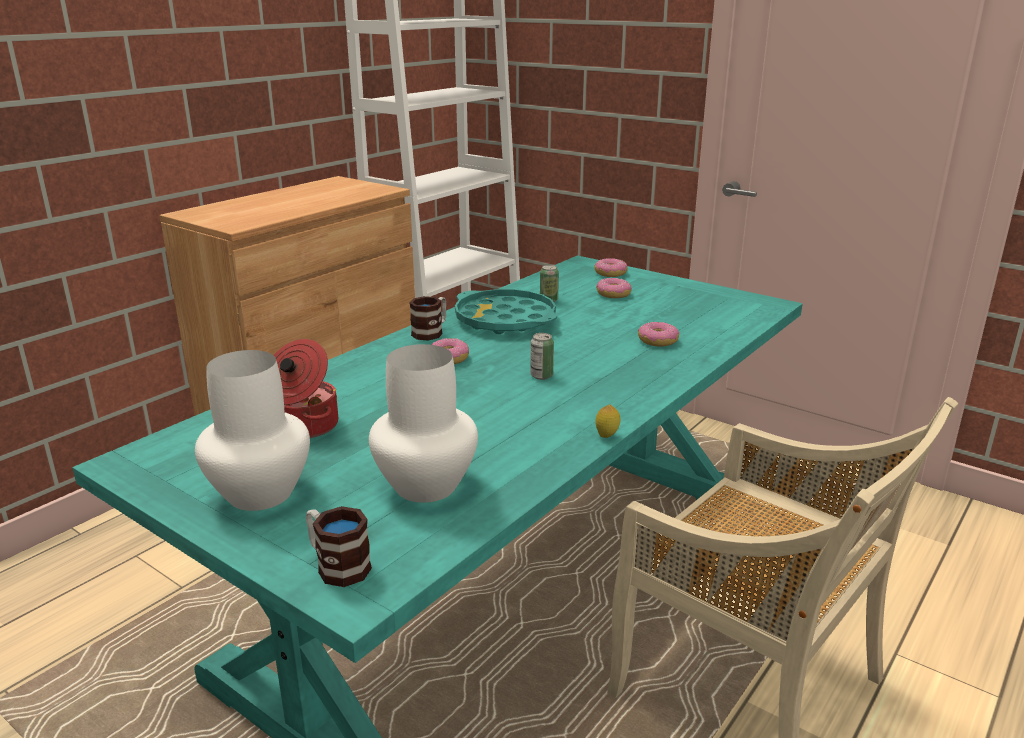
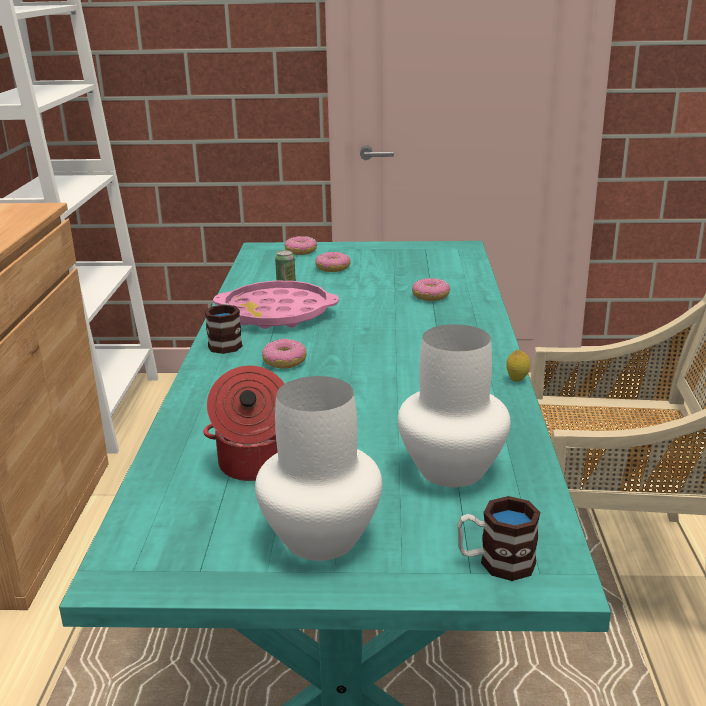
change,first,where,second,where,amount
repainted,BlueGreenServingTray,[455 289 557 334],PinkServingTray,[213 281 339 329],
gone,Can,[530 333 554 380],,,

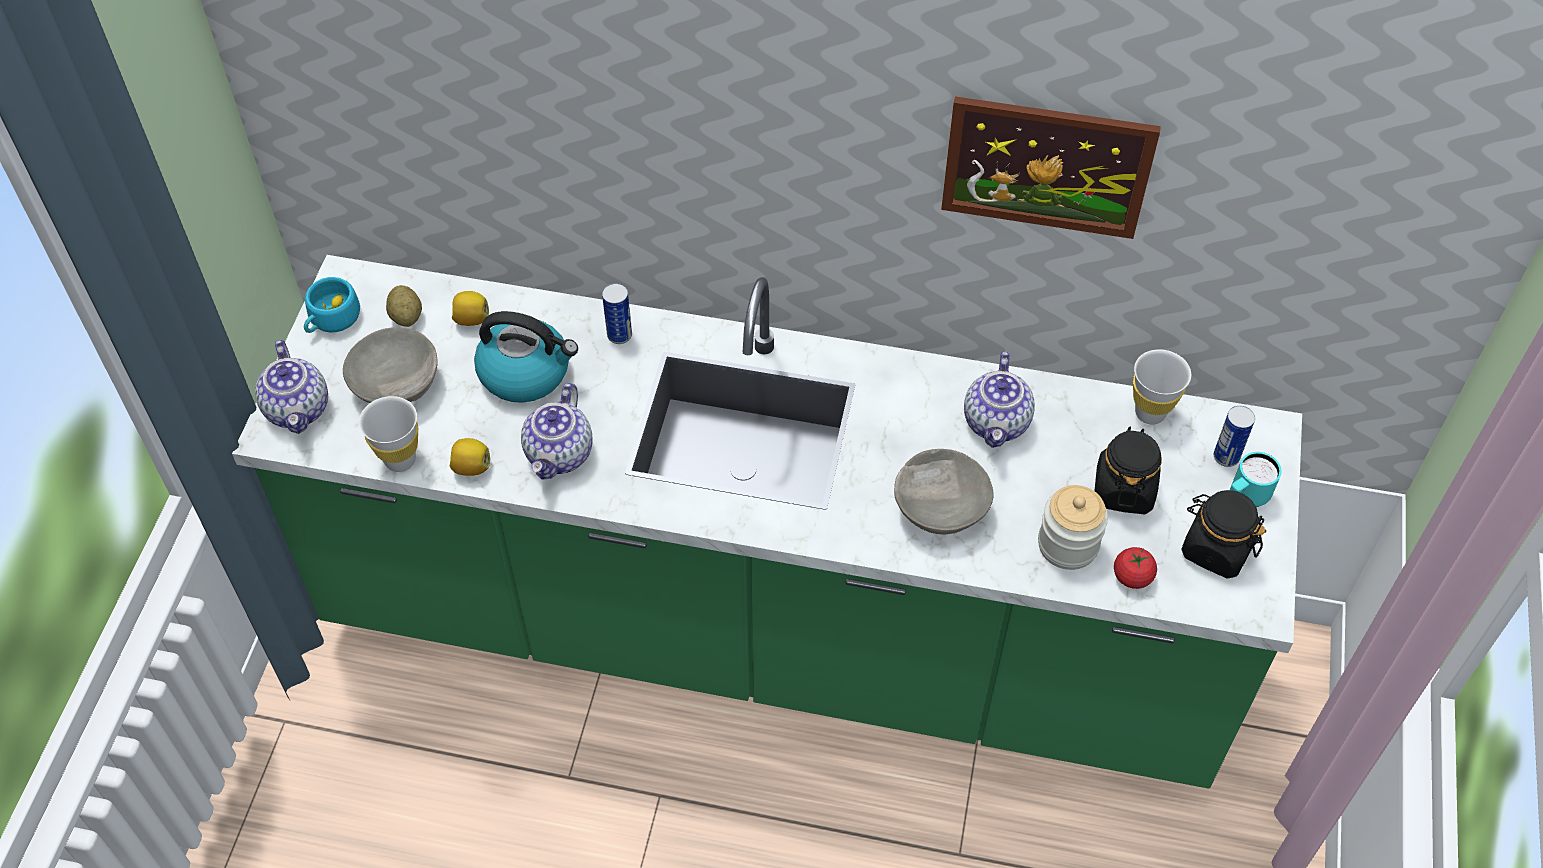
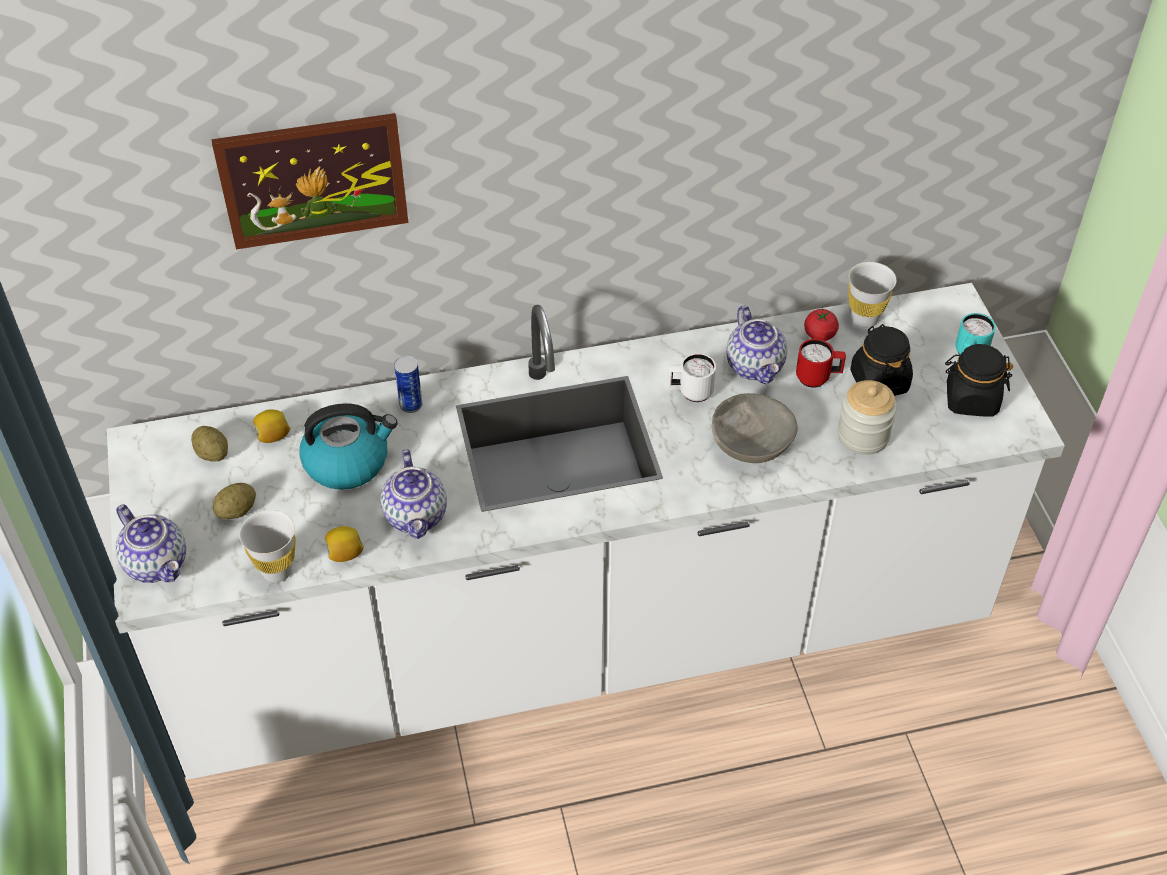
change,first,where,second,where,amount
repainted,GreenColouredCounter,[232 255 1302 789],WhitishCounter,[107 283 1065 780],
gone,BlueGreenDrinkingCup,[304 277 360 333],,,
swapped,GreyBowl,[343 327 438 403],Potato,[213 483 256 519],
shifted,WallArt,[941 96 1161 239],,[211 113 408 249],
shifted,FreshTomato,[1114 547 1157 589],,[804 308 839 341],
gone,Can,[1214 406 1255 467],,,
new,,,WhitishMug,[668 353 716 402],
new,,,RedColouredMug,[796 339 846 388],

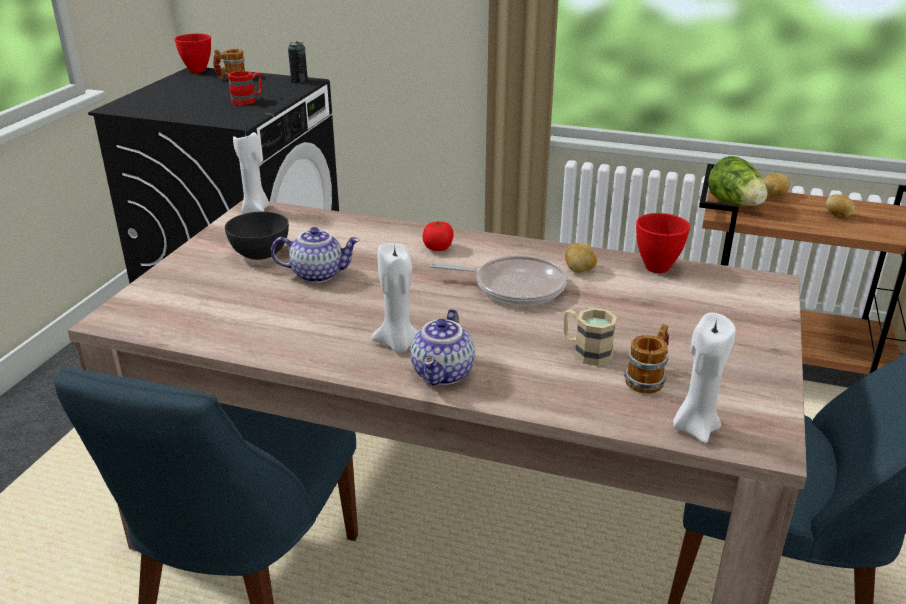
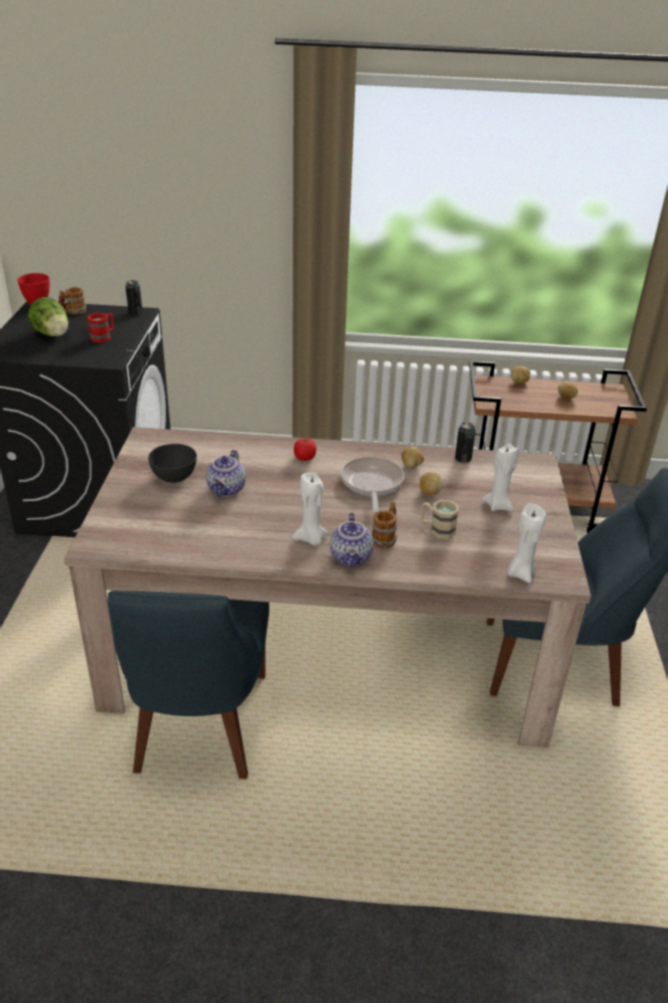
change,first,where,second,where,amount
shifted,WhitishWaxLight,[233 132 269 214],,[482 443 519 511],
rotated,PotForTea,[271 227 360 283],,[206 450 246 497],120 degrees clockwise
rotated,Pan,[429 255 567 306],,[341 457 404 513],90 degrees counterclockwise
shifted,Mug,[624 324 669 394],,[371 502 398 548],
swapped,RedColouredBowl,[636 213 690 273],Can,[455 422 476 463],
shifted,HeadOfLettuce,[708 156 767 206],,[28 297 69 336],
new,,,Potato,[420 472 443 495],

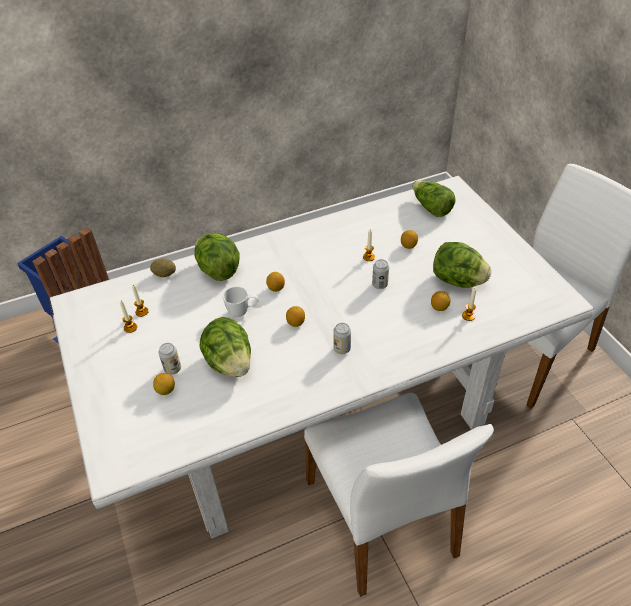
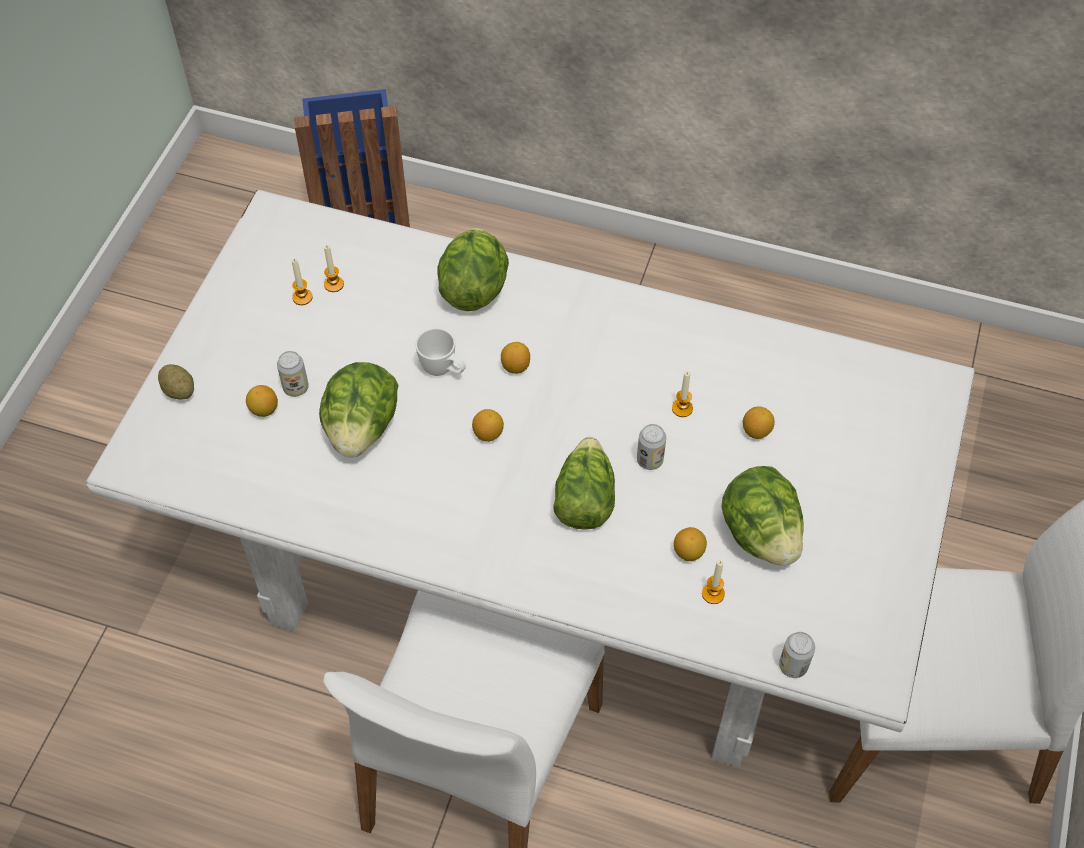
change,first,where,second,where,amount
shifted,Potato,[150 259 176 277],,[158 364 194 400],
shifted,Can,[333 323 351 354],,[779 632 815 678],
shifted,HeadOfLettuce,[412 181 456 217],,[553 437 615 530],

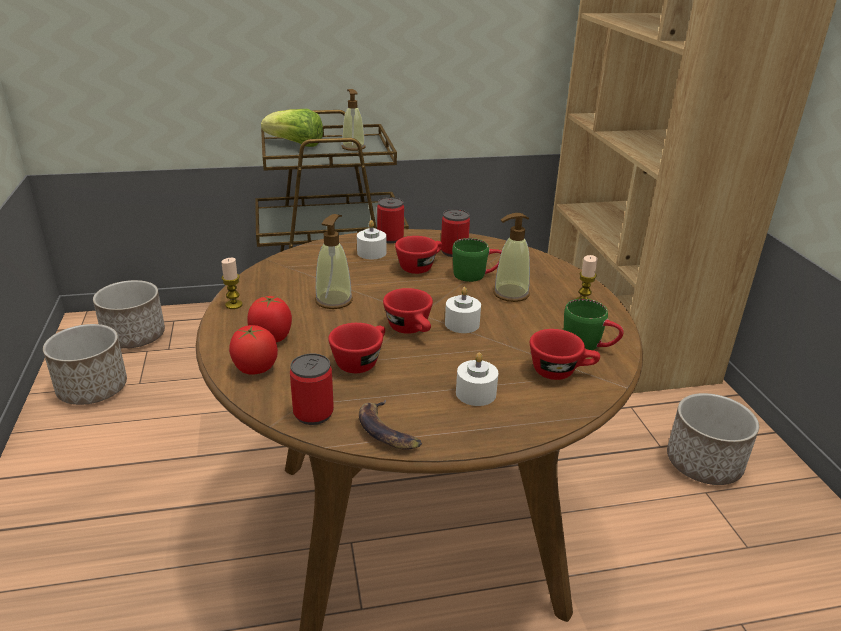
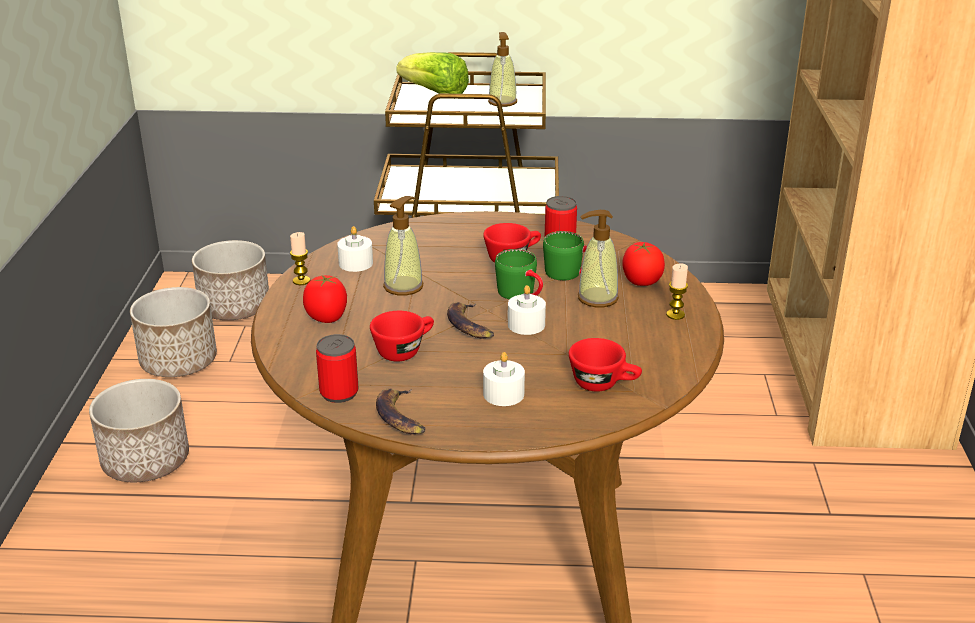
change,first,where,second,where,amount
shifted,FreshTomato,[229 325 278 375],,[623 242 665 286],
shifted,WhitishWaxLight,[357 220 386 259],,[337 226 373 272],
gone,Can,[377 197 404 244],,,
swapped,RedColouredDrinkingCup,[383 288 433 334],BananaFruit,[447 302 494 339],
shifted,GreenColouredMug,[564 299 624 350],,[495 249 543 299],
shifted,Planter,[667 393 759 485],,[89 379 189 482],

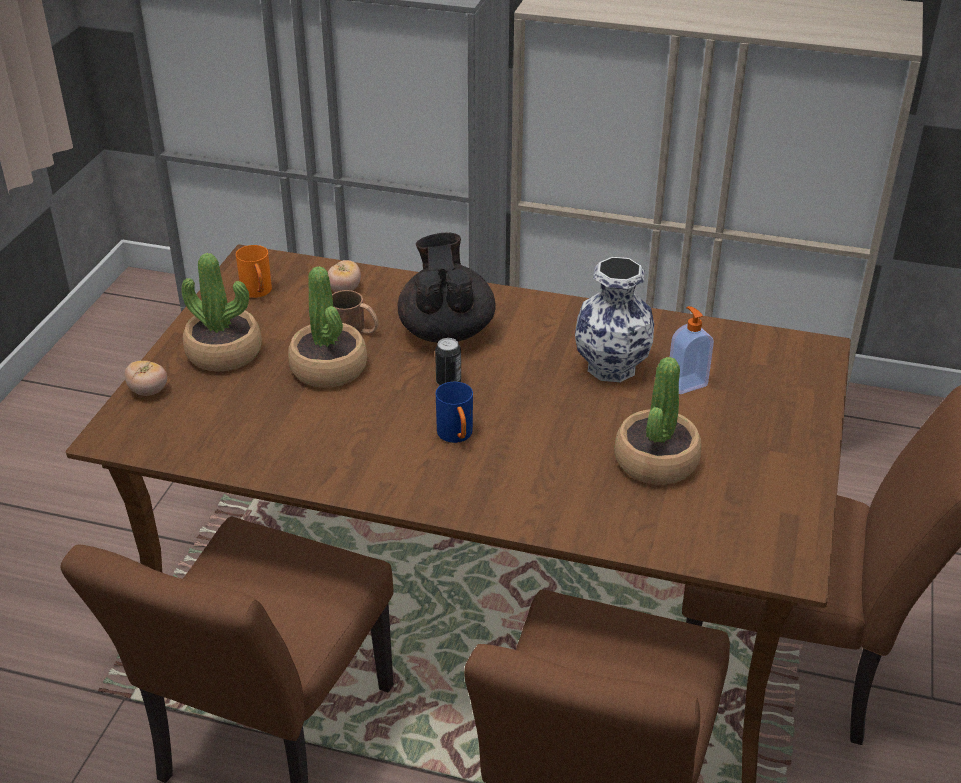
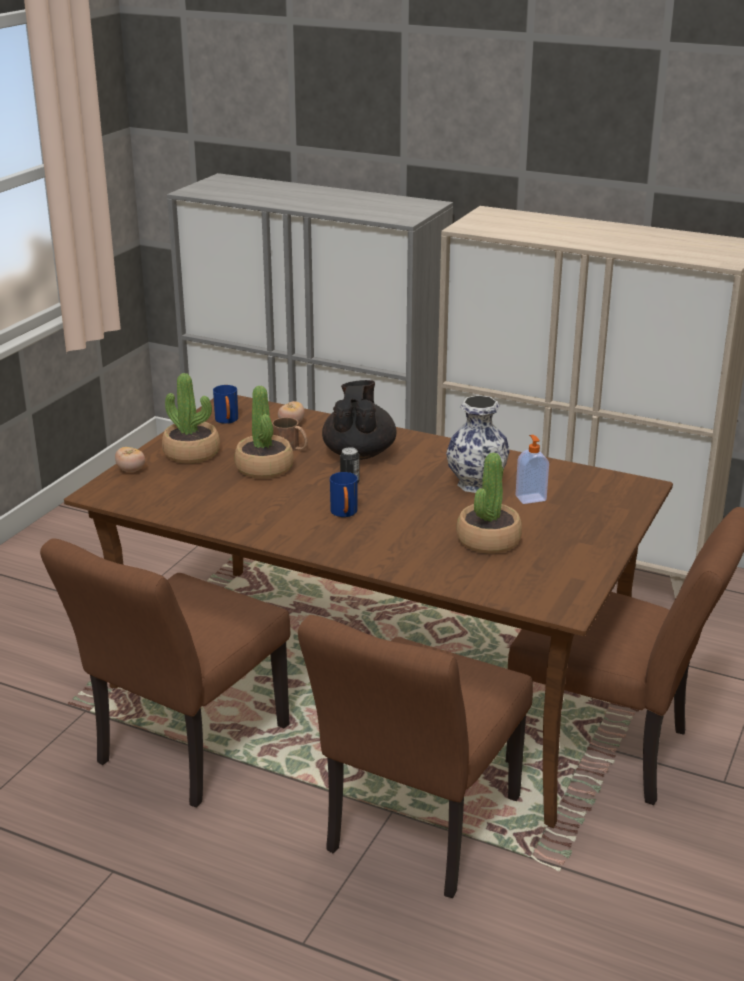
change,first,where,second,where,amount
repainted,OrangeyMug,[236 245 272 298],BluishMug,[213 385 238 424],

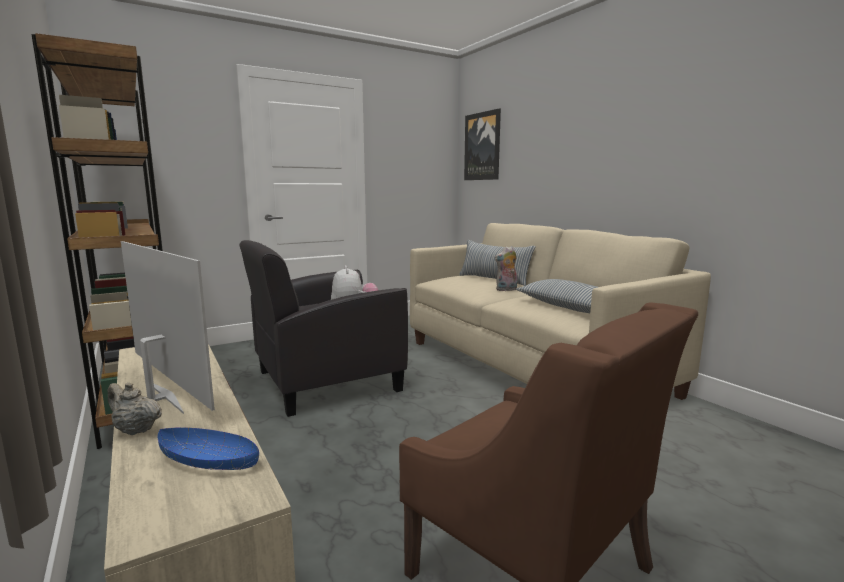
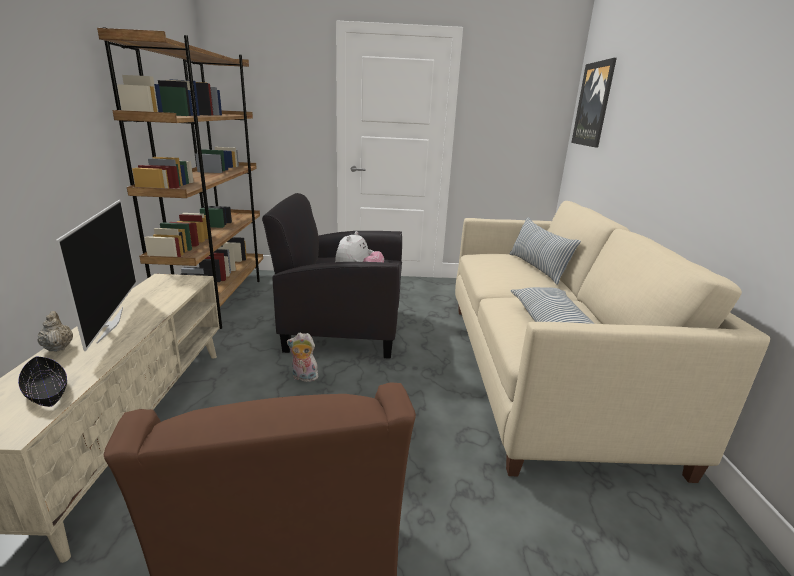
change,first,where,second,where,amount
repainted,BluishBowl,[157 428 259 470],BlackishBowl,[18 356 67 407],
shifted,SoftToy,[495 246 518 291],,[287 333 318 382],

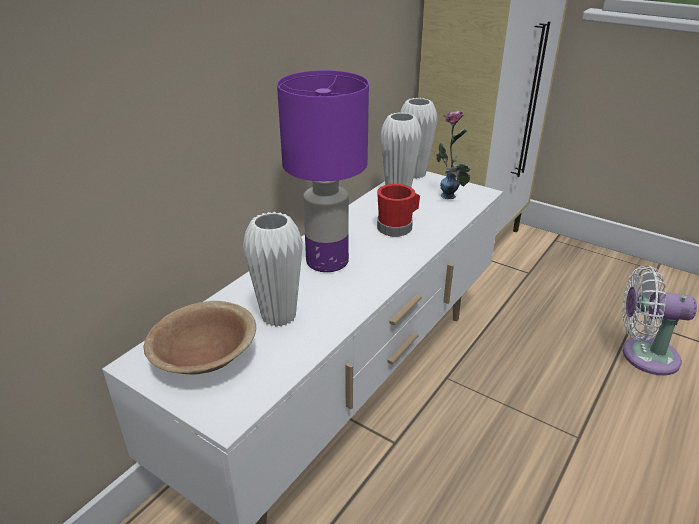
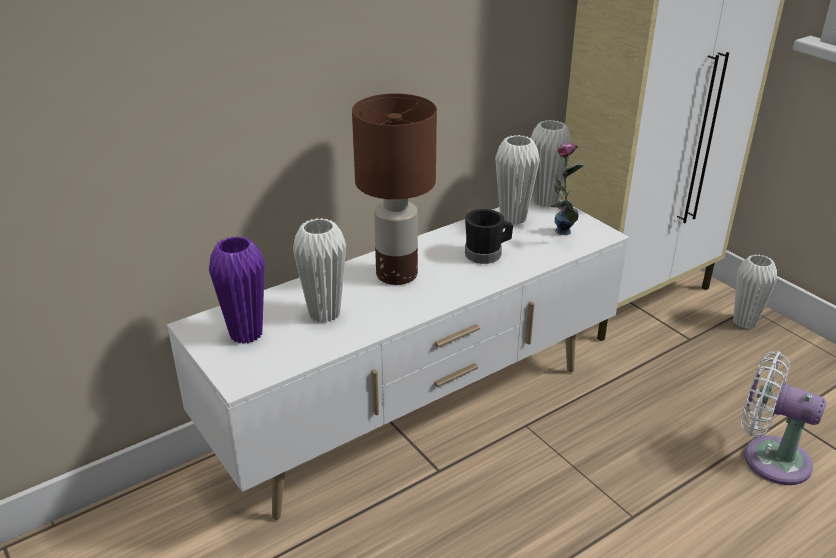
change,first,where,second,where,amount
swapped,BrownishBowl,[143 301 256 374],PurpleFlowerVase,[209 236 265 344],
repainted,PurpleLampForATable,[277 70 369 272],BrownishLampForATable,[352 93 437 285],
repainted,RedColouredMug,[377 184 420 237],BlackishMug,[465 209 513 264],
new,,,WhitishFlowerVase,[733 255 777 329],

